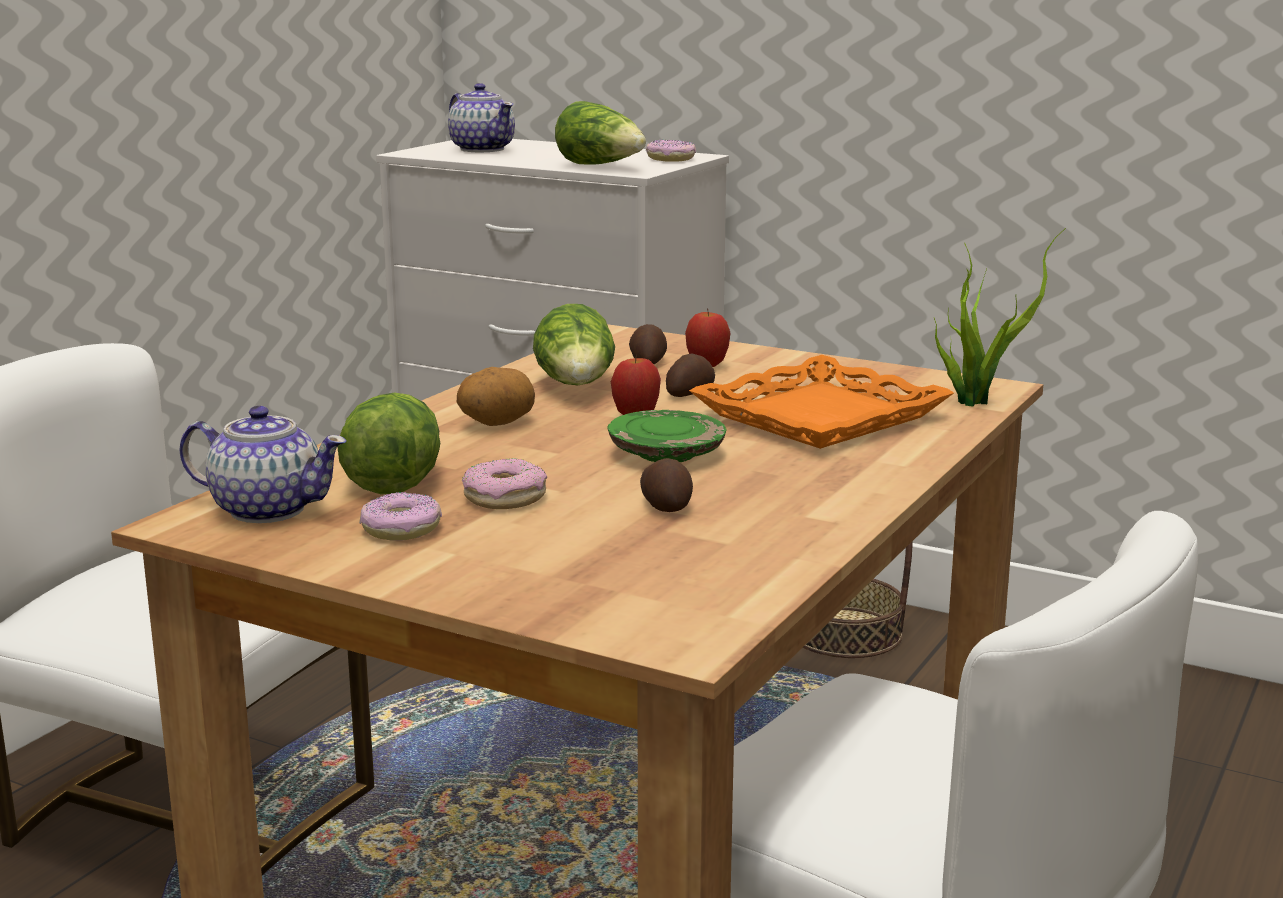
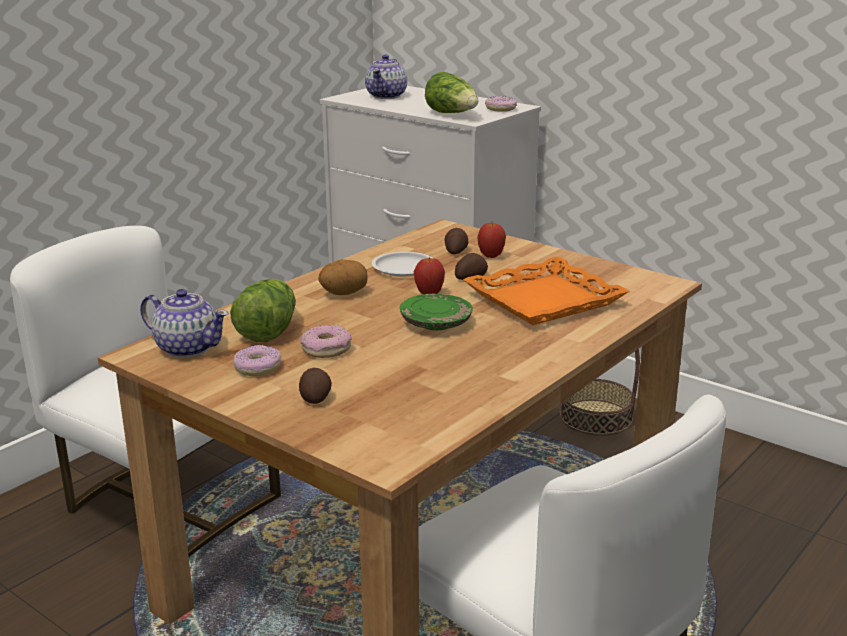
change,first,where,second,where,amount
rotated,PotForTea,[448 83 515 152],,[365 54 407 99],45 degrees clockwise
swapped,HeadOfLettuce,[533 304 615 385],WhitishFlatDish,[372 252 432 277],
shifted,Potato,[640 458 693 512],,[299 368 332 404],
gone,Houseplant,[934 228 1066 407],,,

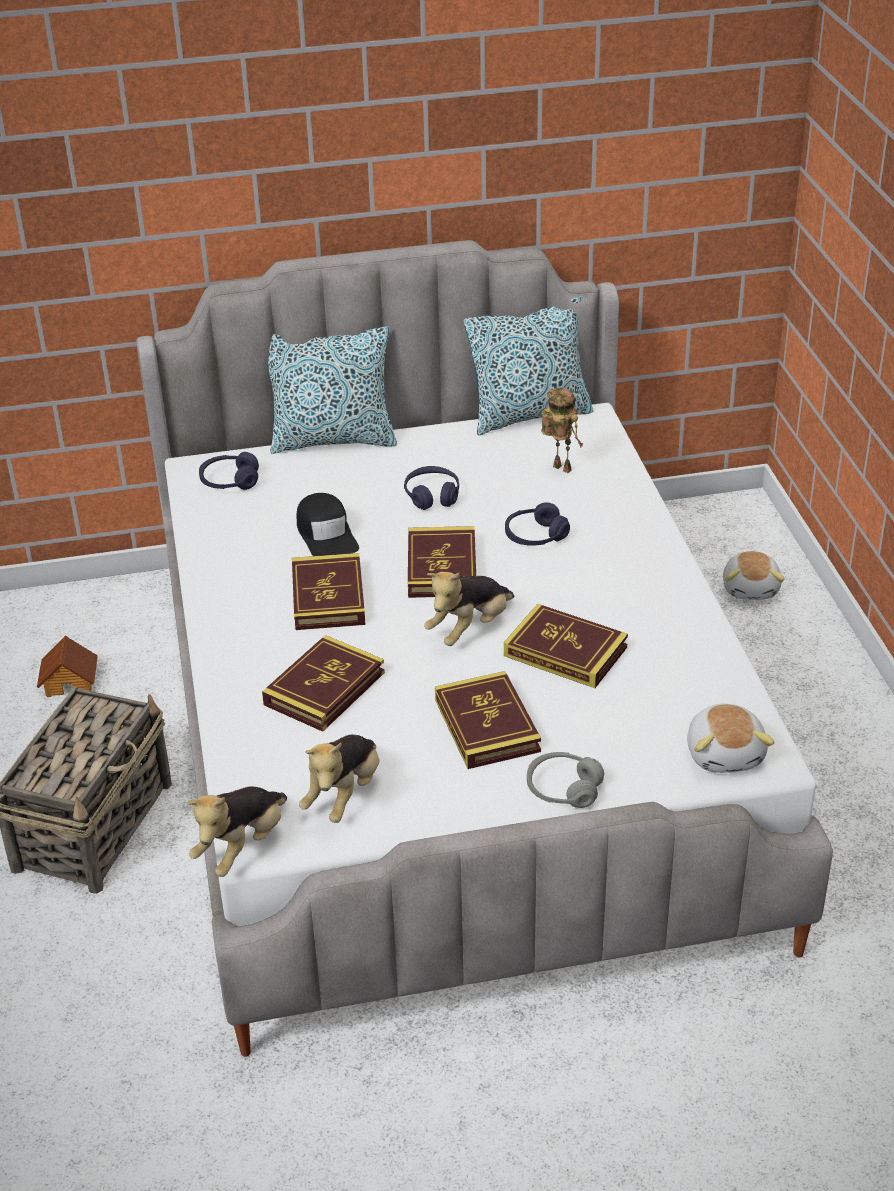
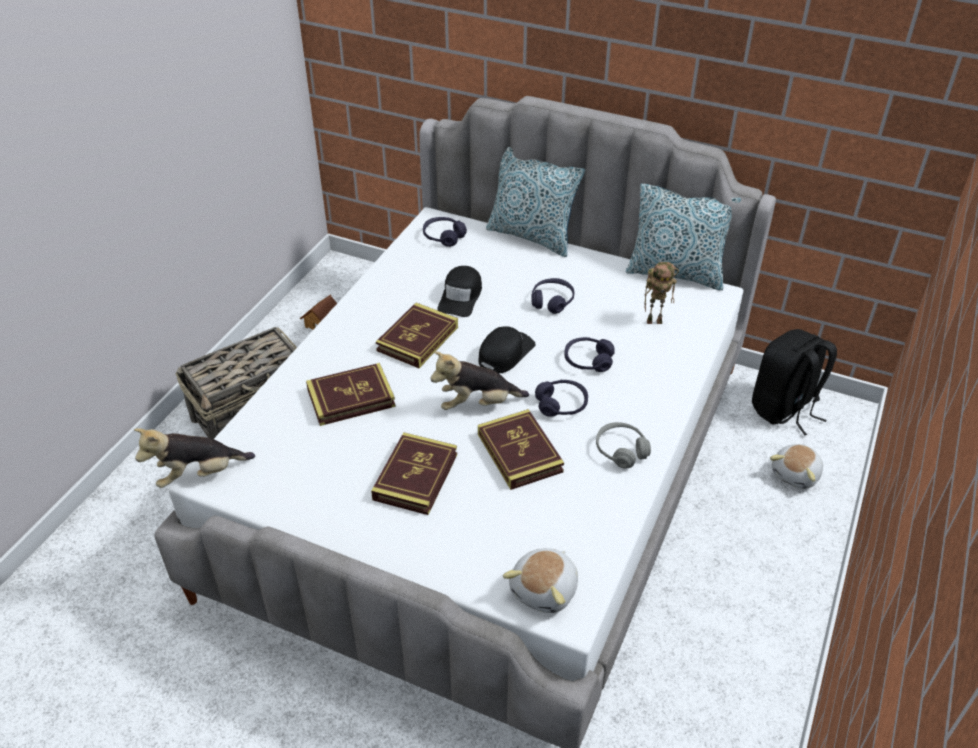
change,first,where,second,where,amount
gone,SoftToy,[299 735 379 823],,,
swapped,Volume,[408 526 476 598],BlackishBaseballCap,[478 326 536 374],
shifted,GreyHeadphones,[527 752 604 808],,[596 422 651 469],
rotated,ModelRobot,[541 388 583 473],,[644 262 679 324],105 degrees clockwise
new,,,PurpleHeadphones,[535 380 588 417],
new,,,BlackishKnapsack,[752 329 837 435],

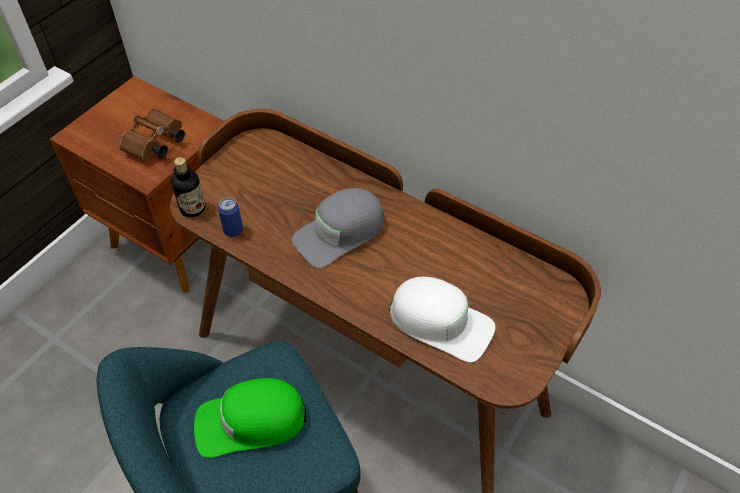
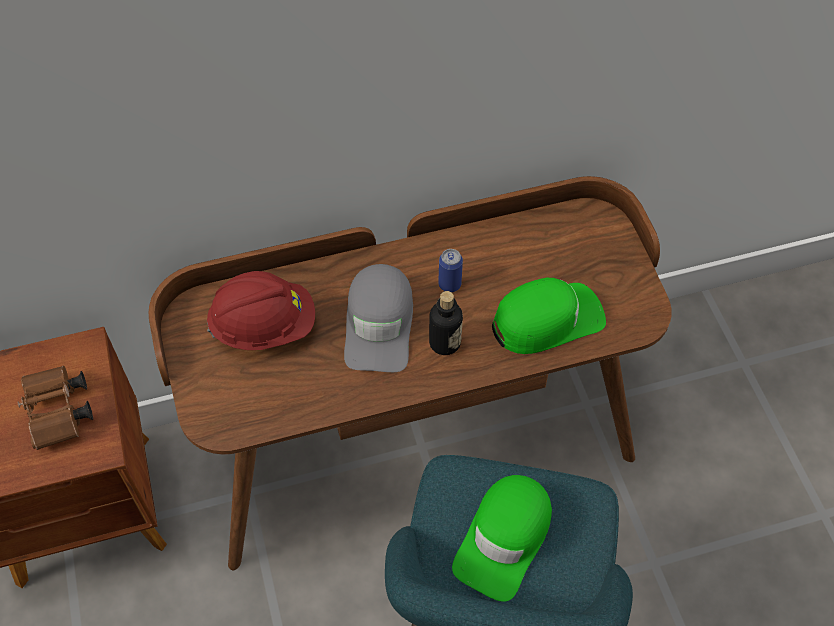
change,first,where,second,where,amount
shifted,Bottle,[171 157 205 217],,[429 291 463 355],
shifted,Can,[218 197 243 237],,[438 249 463 292],
repainted,WhitishBaseballCap,[389 277 495 362],GreenColouredBaseballCap,[492 278 606 354],
new,,,RedColouredHardHat,[207 271 315 350],

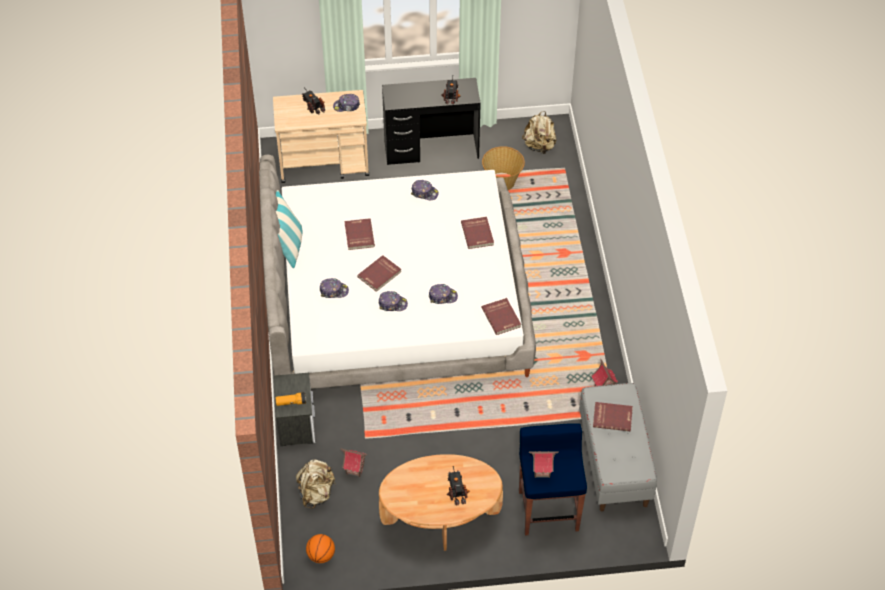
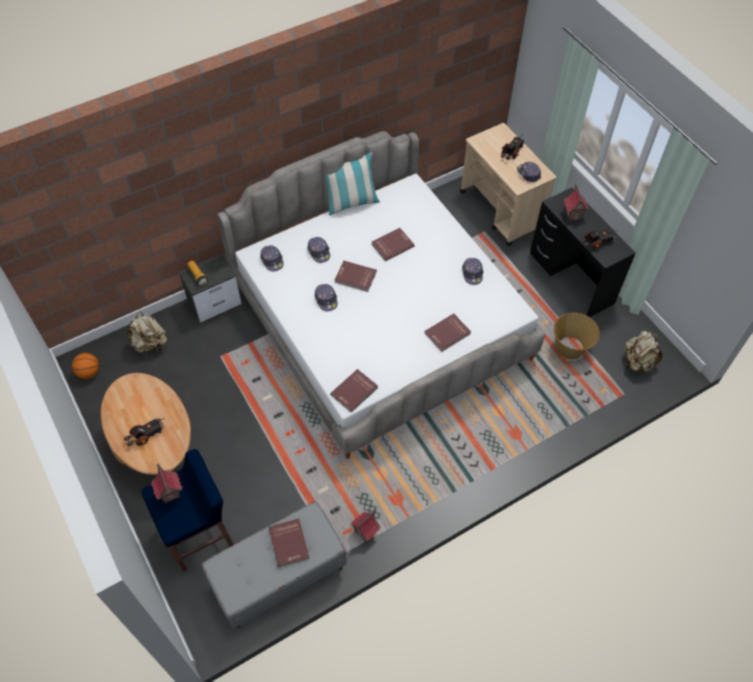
change,first,where,second,where,amount
shifted,MiniatureHouse,[340 448 367 477],,[564 183 589 221],
shifted,BaseballCap,[429 284 458 304],,[260 245 284 272],

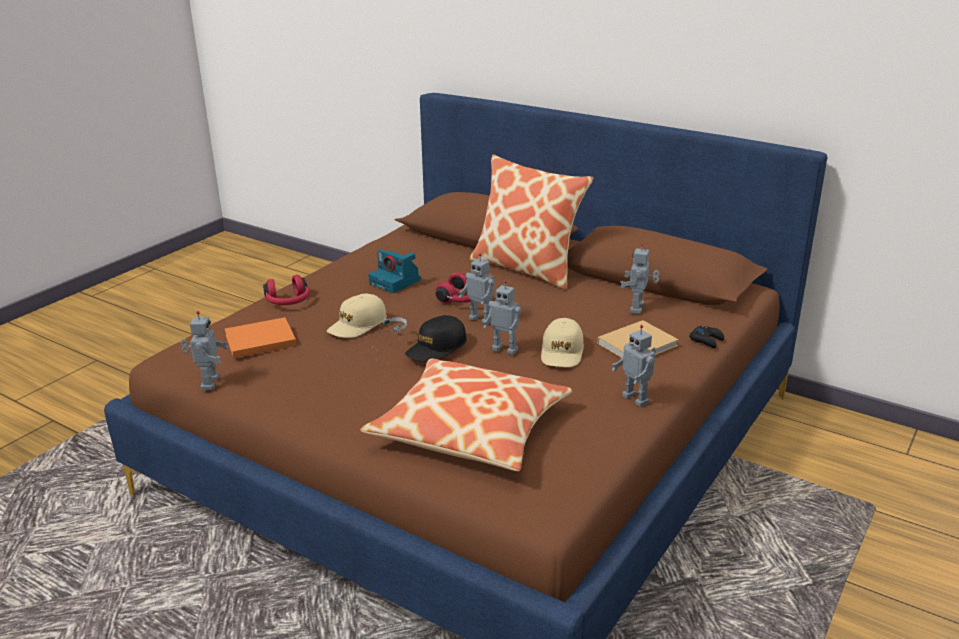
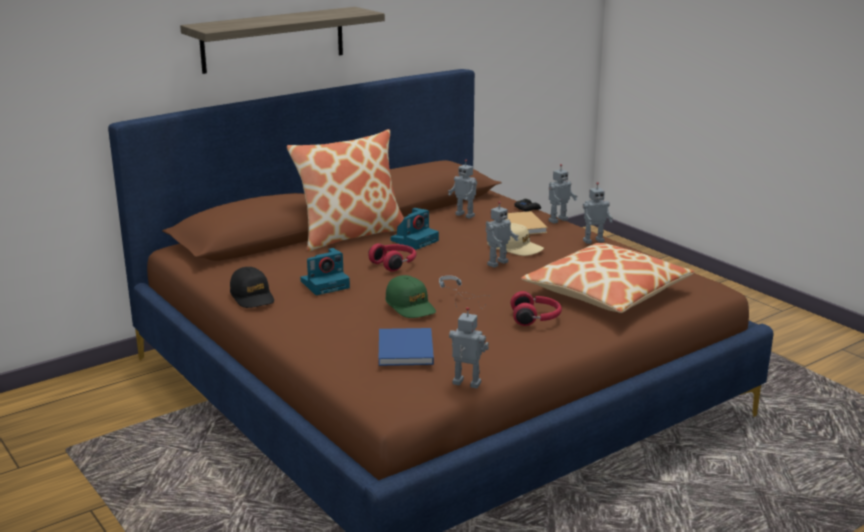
change,first,where,second,where,amount
repainted,OrangeyVolume,[225 317 297 358],BluishVolume,[379 328 434 366],
shifted,RedColouredHeadphones,[263 275 310 305],,[511 291 562 326],
repainted,BeigeColouredBaseballCap,[327 294 387 338],GreenColouredBaseballCap,[385 275 436 318],
shifted,BlackishBaseballCap,[405 315 467 362],,[230 267 274 308],
shifted,ModelRobot,[459 253 495 324],,[549 164 577 224],
new,,,Shelf,[180 7 385 74],
new,,,PhotoCamera,[390 208 439 250],

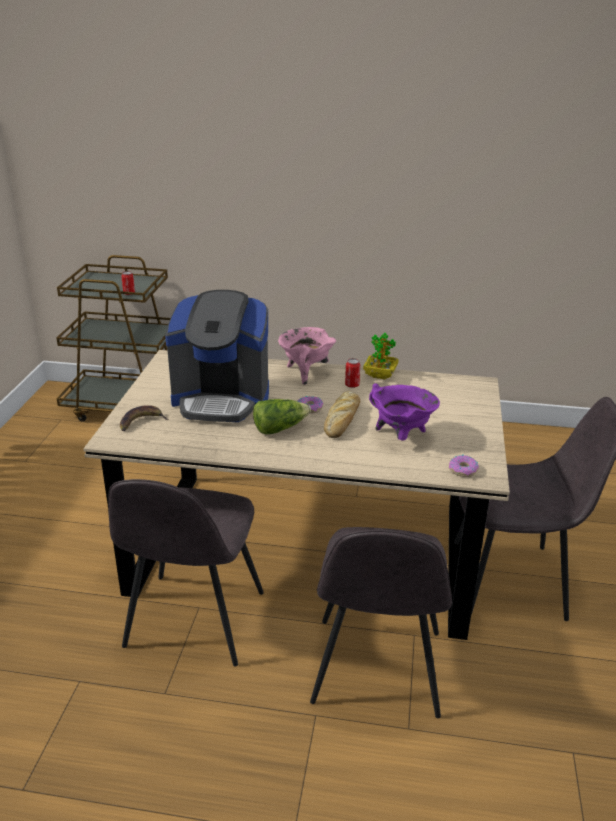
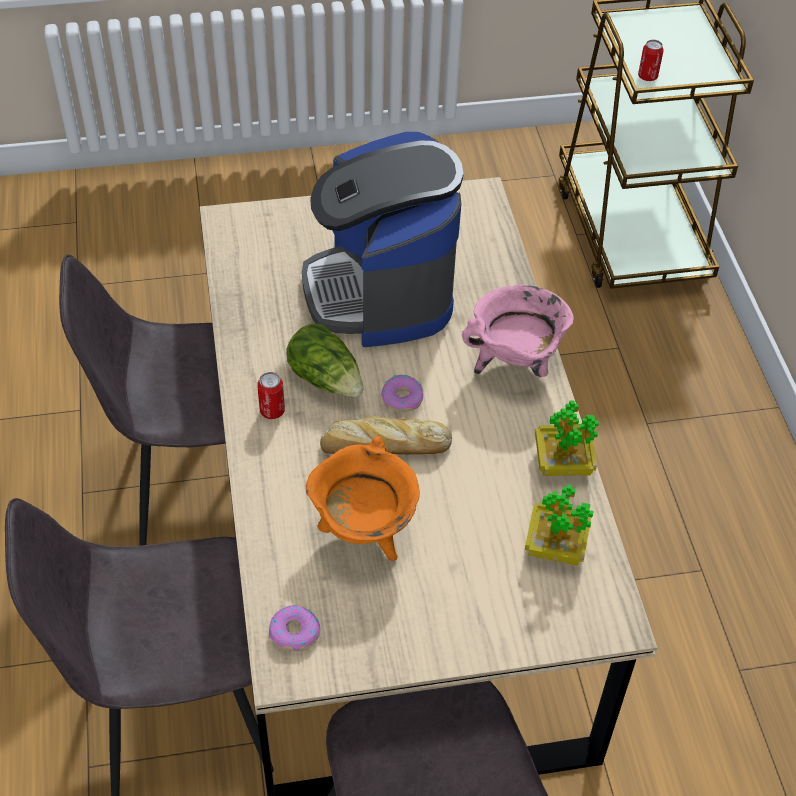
change,first,where,second,where,amount
gone,BananaFruit,[120 405 169 431],,,
shifted,Can,[345 358 360 388],,[257 372 285 419],
repainted,PurpleStockpot,[369 383 440 440],OrangeyStockpot,[306 436 420 561],
new,,,Houseplant,[525 484 594 566],

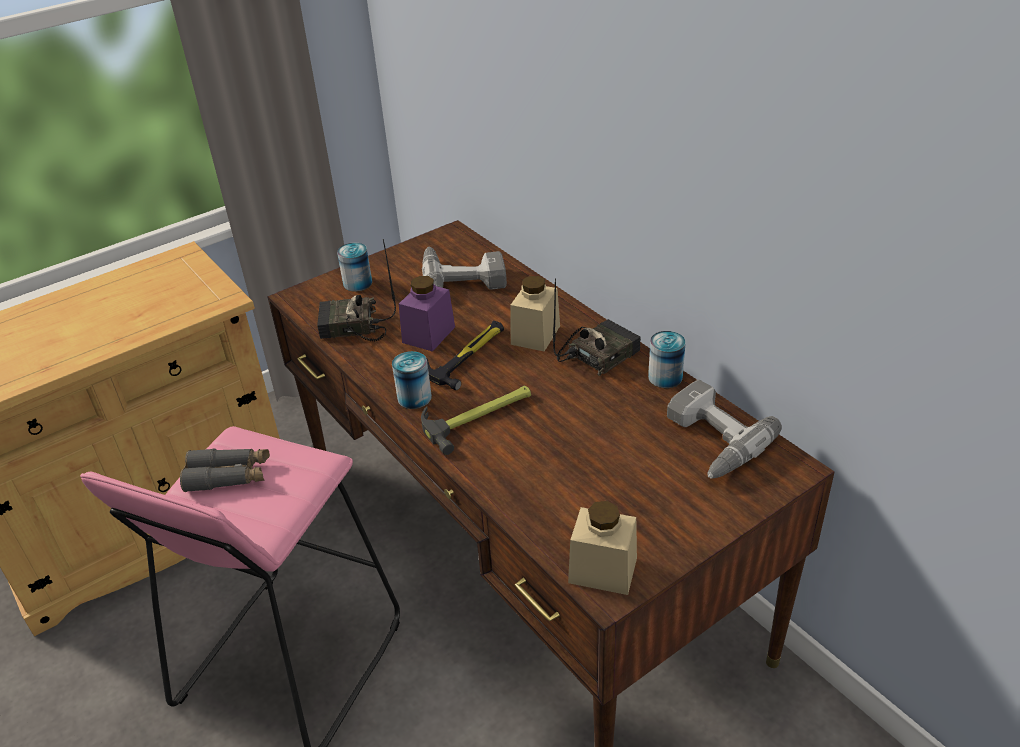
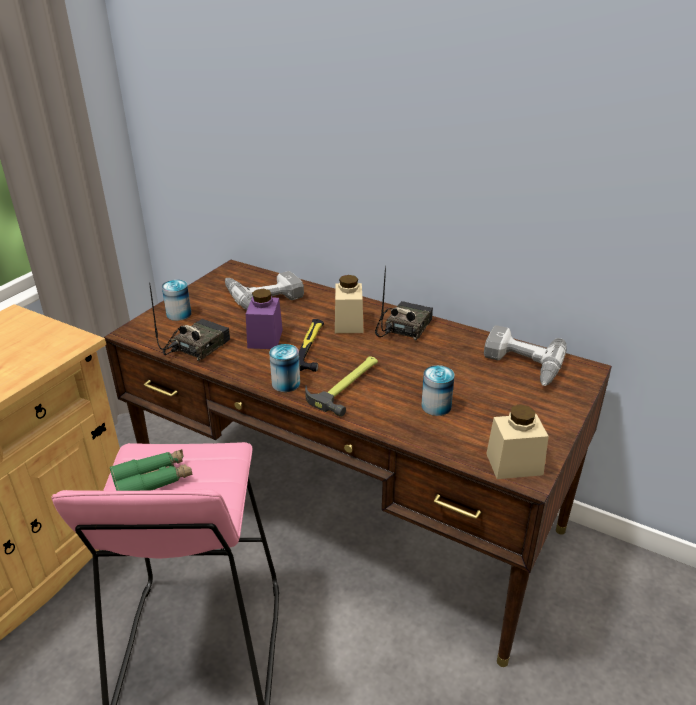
change,first,where,second,where,amount
repainted,GreyBinoculars,[180 448 270 492],GreenColouredBinoculars,[110 449 192 491],
rotated,Radio,[317 239 396 341],,[149 282 230 361],150 degrees clockwise
shifted,Can,[648 331 686 388],,[421 365 455 416],

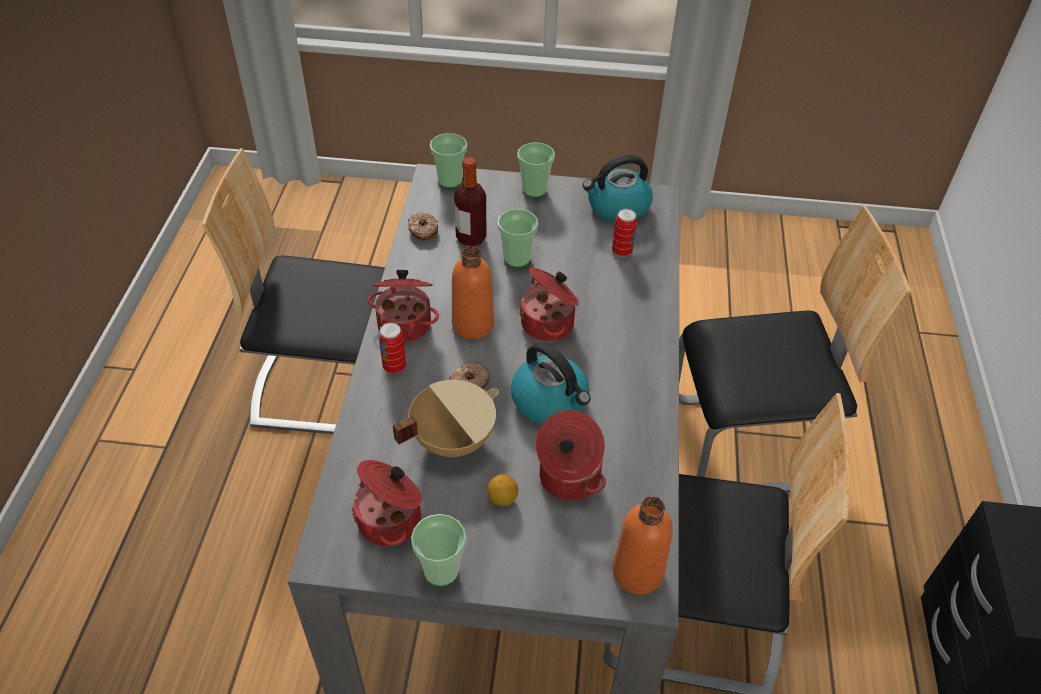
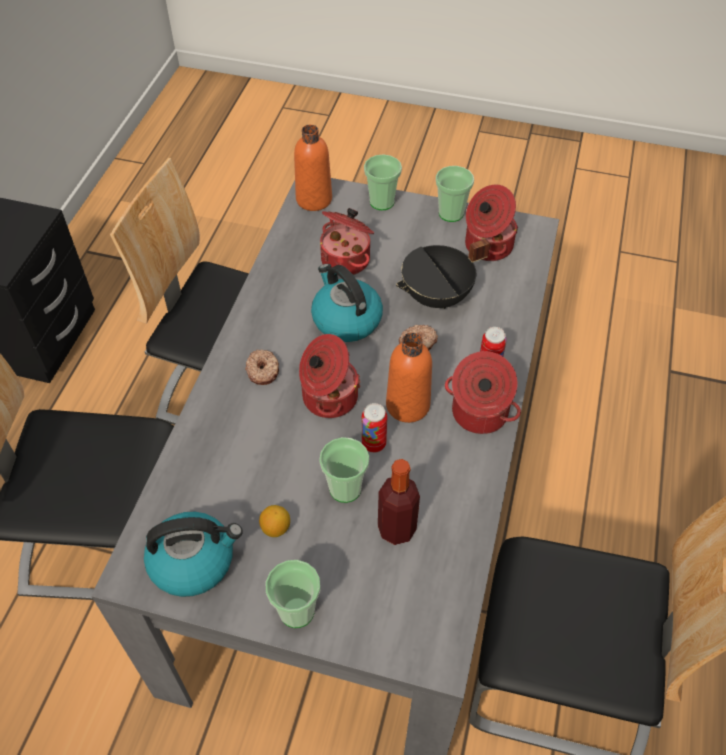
change,first,where,second,where,amount
repainted,BeigeColouredStockpot,[393 380 499 457],BlackishStockpot,[396 239 490 309],
shifted,Donut,[408 212 438 241],,[245 350 279 385],
shifted,DrinkingCup,[430 133 467 188],,[364 154 402 210],
shifted,CitrusFruit,[487 474 519 506],,[259 505 290 537],
shifted,Can,[612 209 637 257],,[362 403 387 453],

